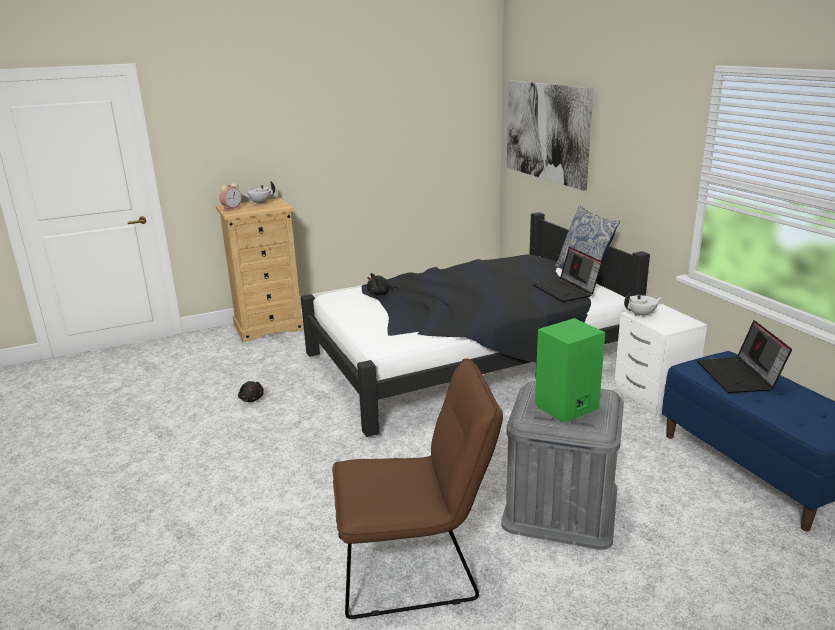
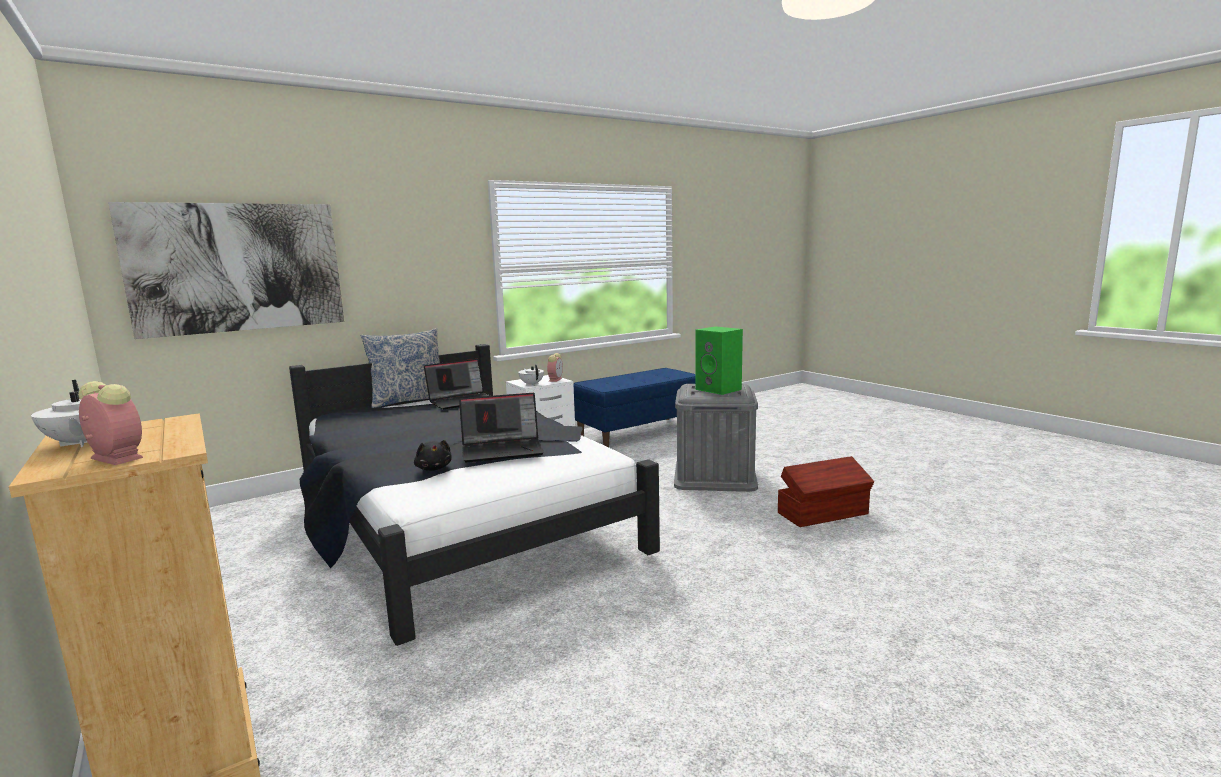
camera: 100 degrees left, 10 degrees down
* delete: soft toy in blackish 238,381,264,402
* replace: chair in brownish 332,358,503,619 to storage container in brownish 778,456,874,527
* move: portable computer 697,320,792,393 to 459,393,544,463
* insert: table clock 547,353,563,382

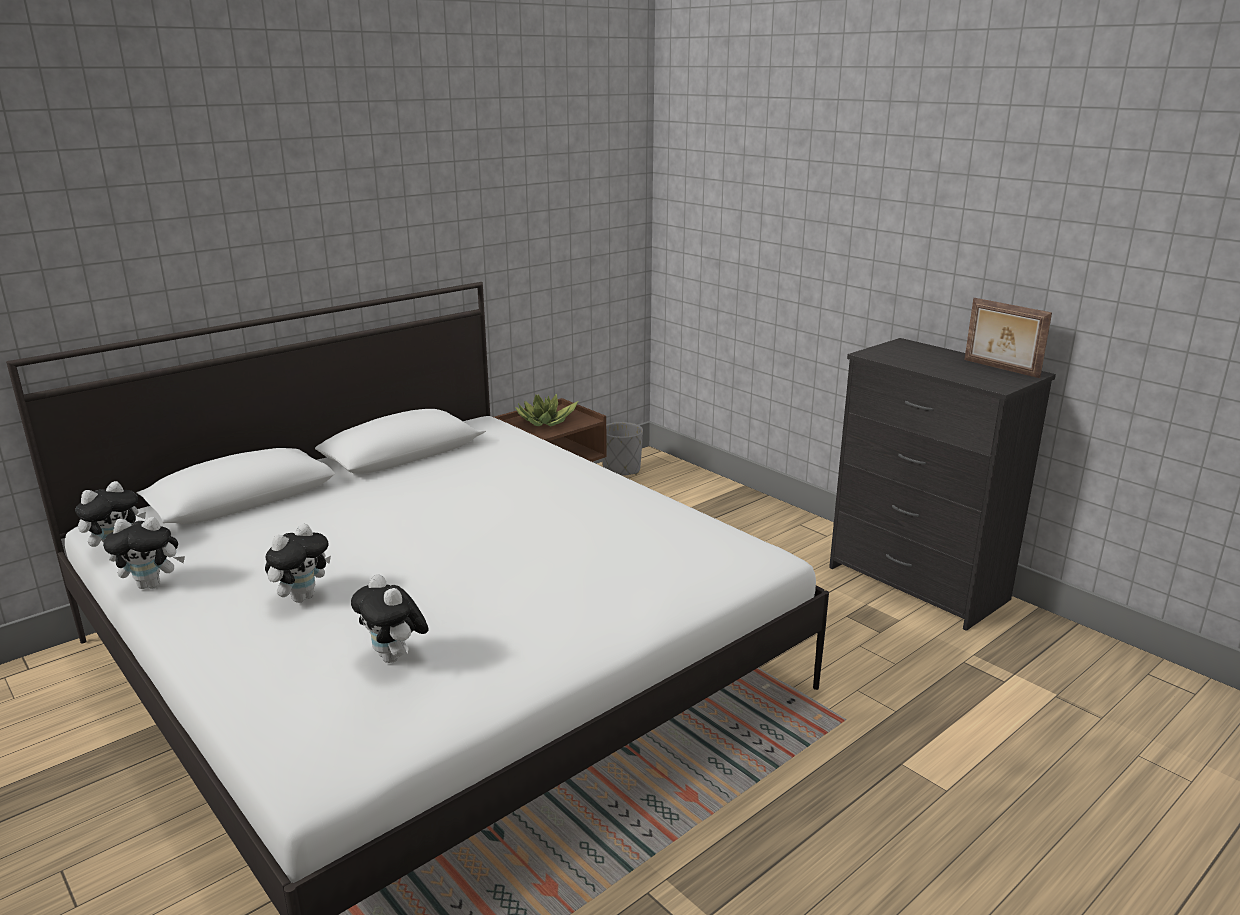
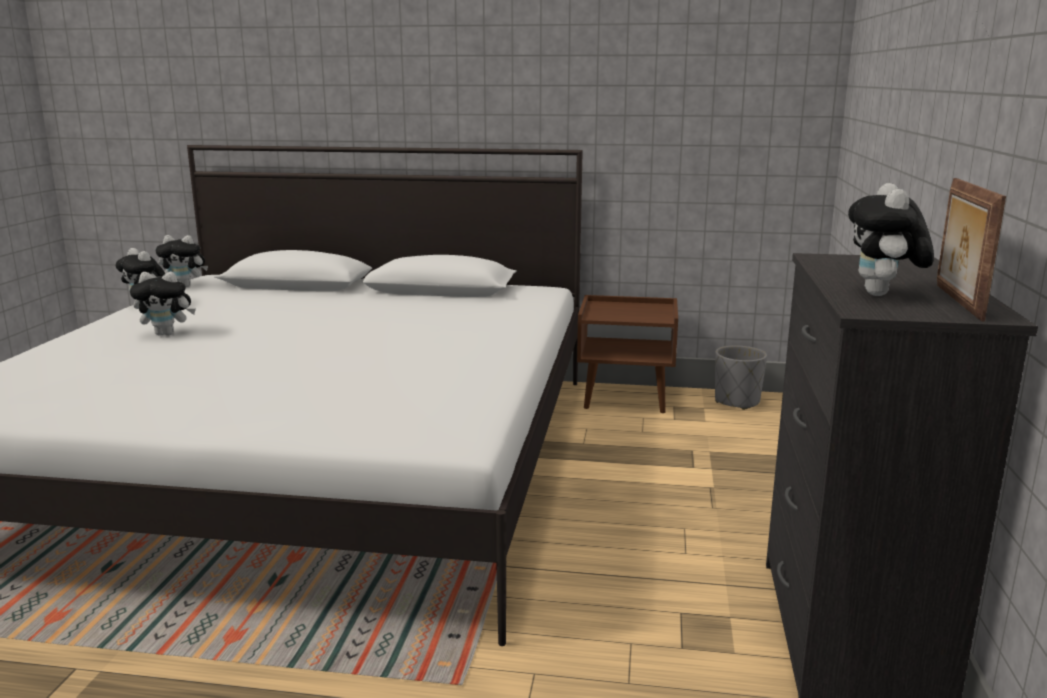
camera: 50 degrees right, 5 degrees down
* move: soft toy 351,574,429,663 to 848,183,934,296
* delete: houseplant 515,394,578,426

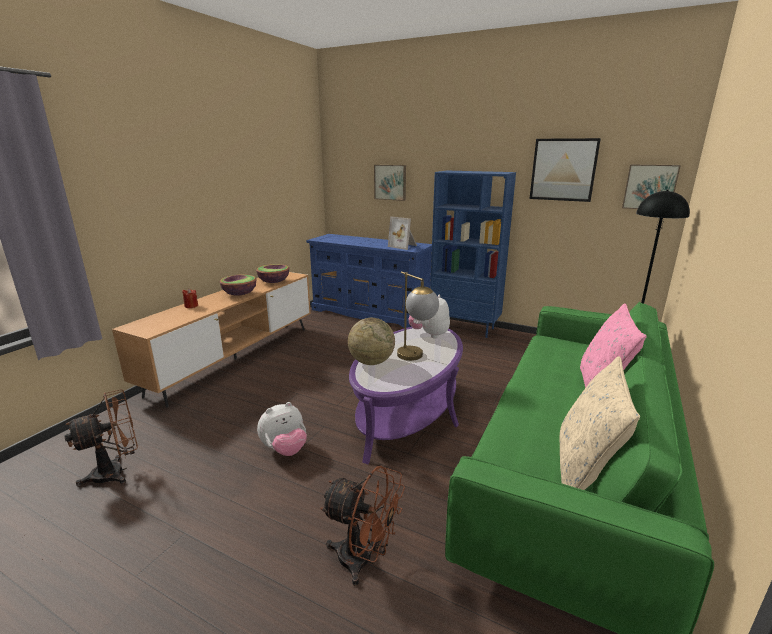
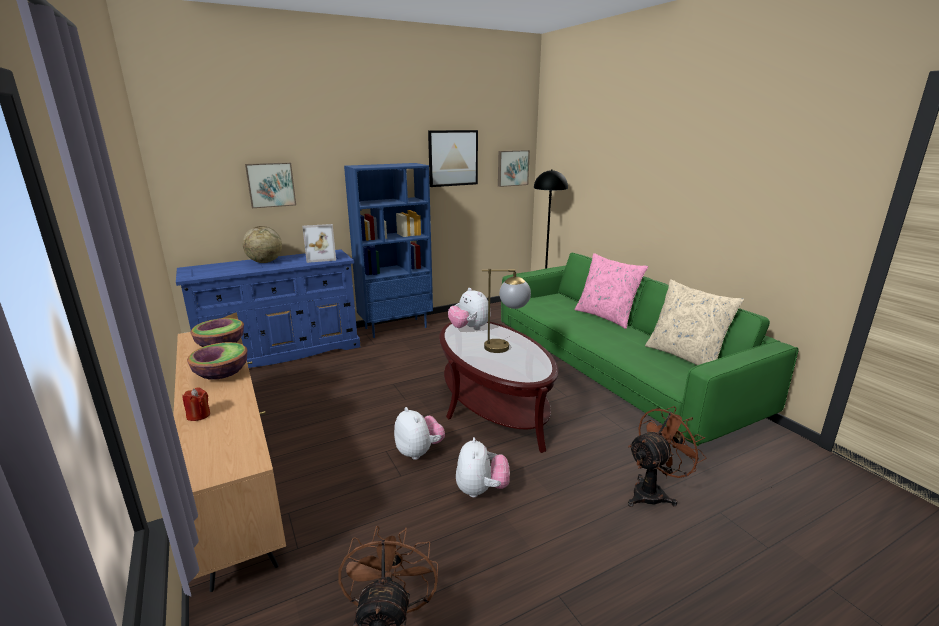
camera: 55 degrees left, 0 degrees up
* move: world globe 348,318,395,365 to 242,226,282,263
* recolor: coffee table in purplish 349,327,463,464 to coffee table in brownish 439,322,559,453
* insert: soft toy 394,407,445,460

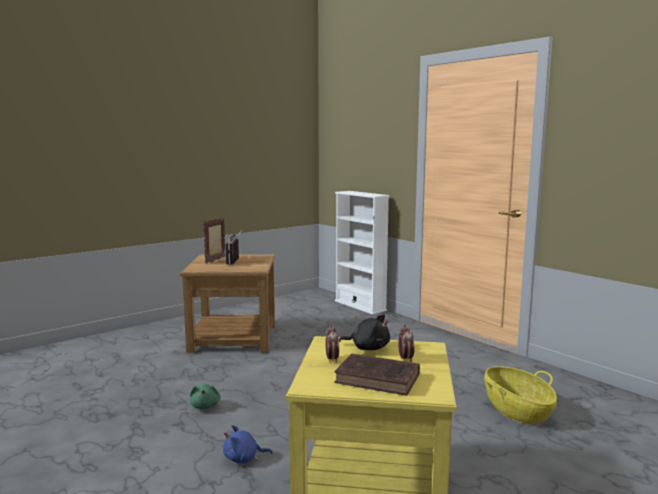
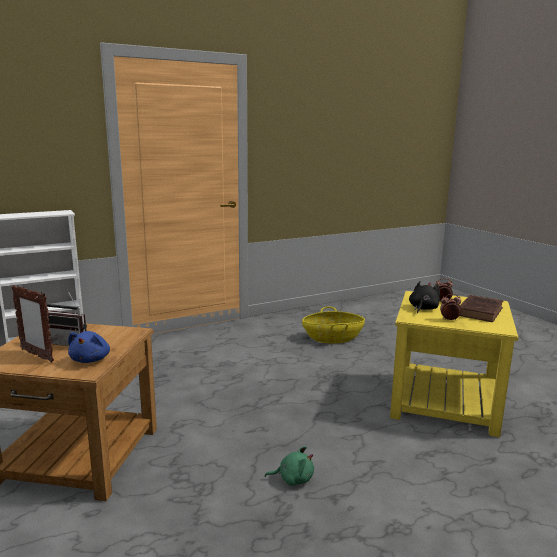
camera: 80 degrees left, 5 degrees up
* move: soft toy in blue-coloured 223,425,273,463 to 68,331,110,363

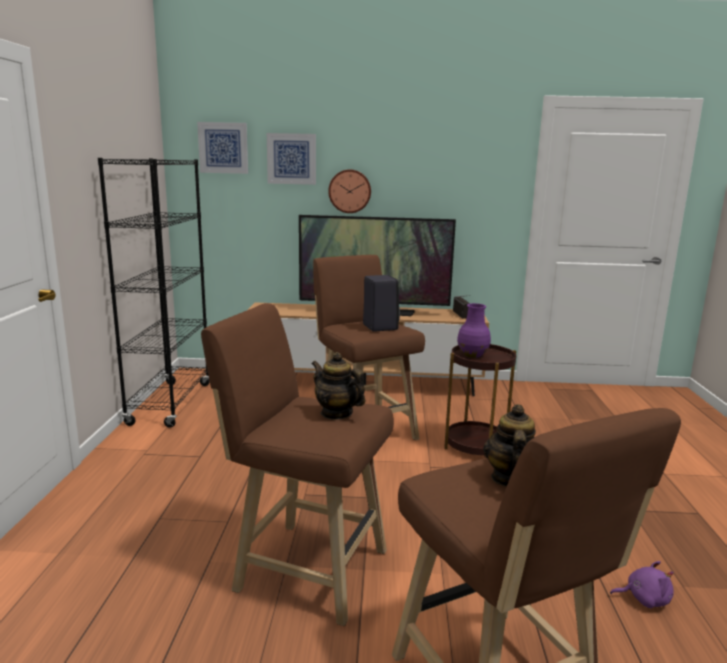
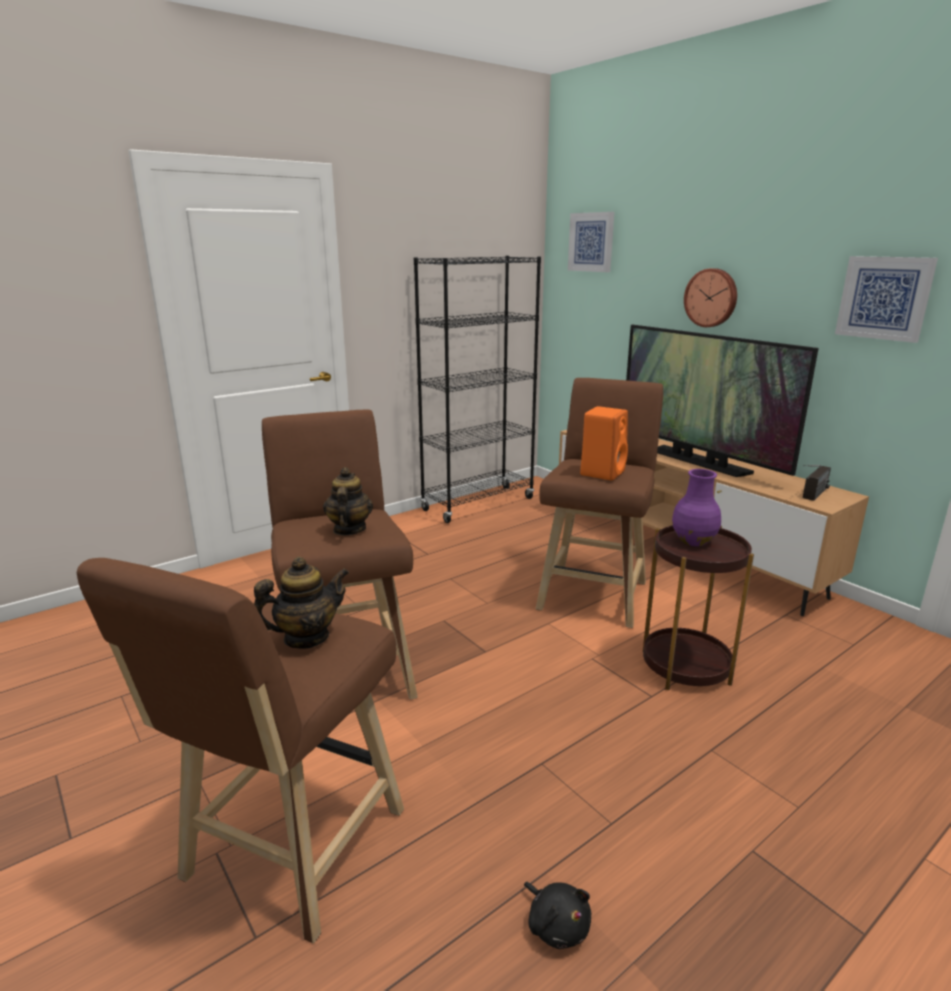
camera: 50 degrees right, 5 degrees up
* move: wall picture 267,133,316,185 to 835,256,938,343
* recolor: speaker in blackish 363,275,400,332 to speaker in orange-coloured 580,406,628,481
* recolor: soft toy in purplish 610,561,674,608 to soft toy in blackish 524,882,591,949

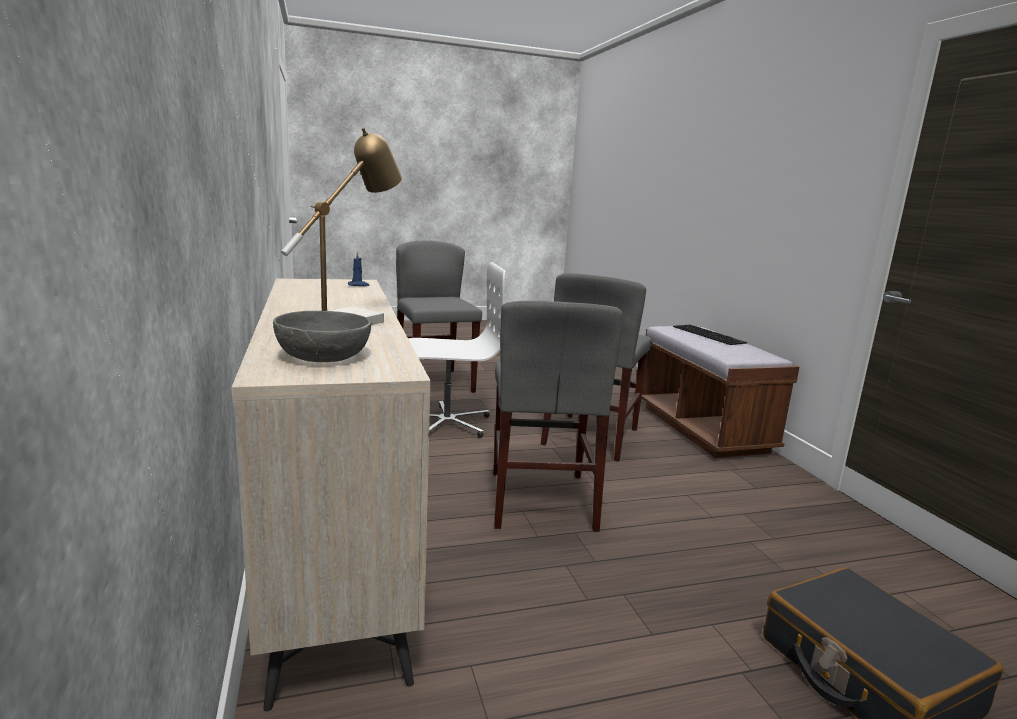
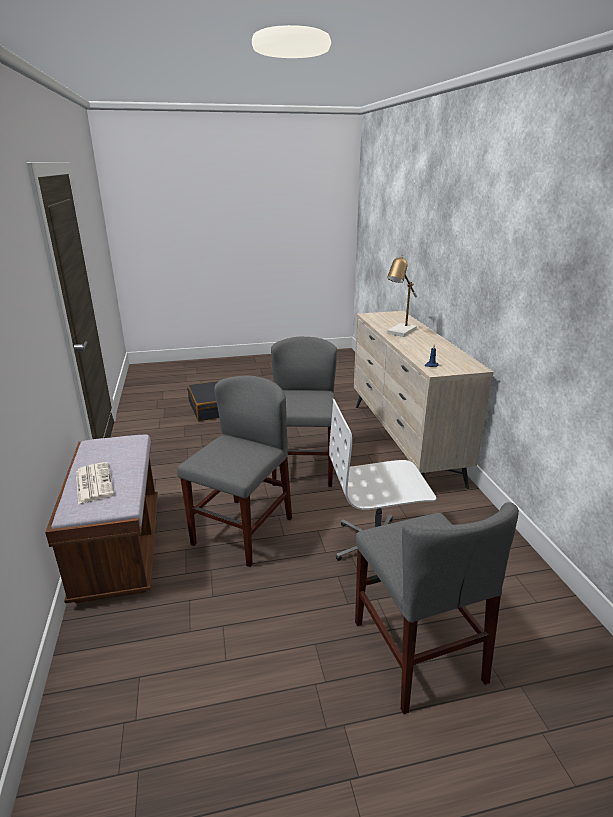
camera: 175 degrees left, 10 degrees up
* delete: deep dish in greyish 273,311,371,362
* replace: computer keyboard 673,325,747,345 to daily paper 76,462,114,504

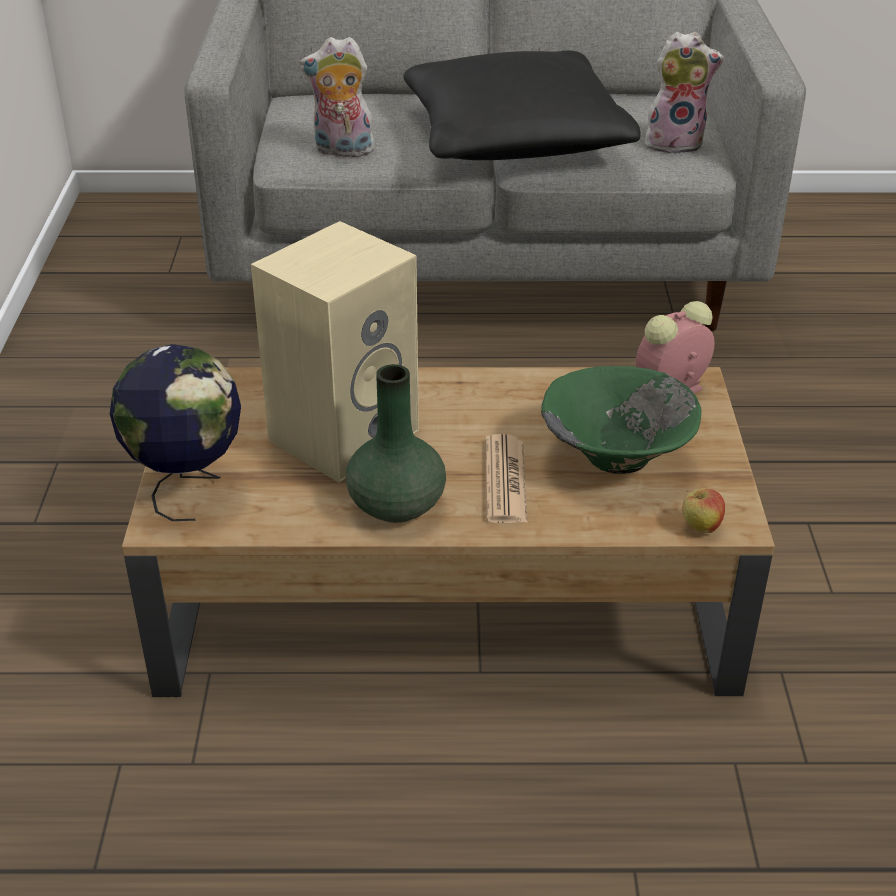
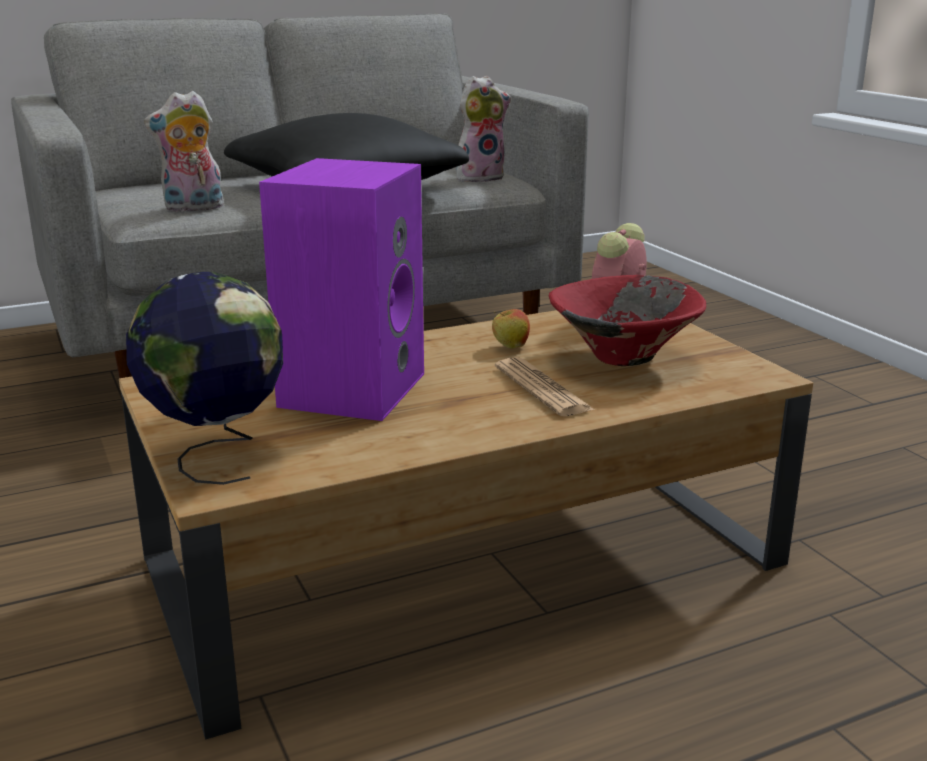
camera: 25 degrees left, 15 degrees down
* recolor: speaker in sand-coloured 251,221,419,483 to speaker in purplish 259,158,424,421
* delete: decorative vase in green 346,364,446,523
* recolor: deep dish in green 541,366,702,474 to deep dish in red-coloured 549,275,706,366
* move: apple 682,488,725,533 to 492,309,530,349

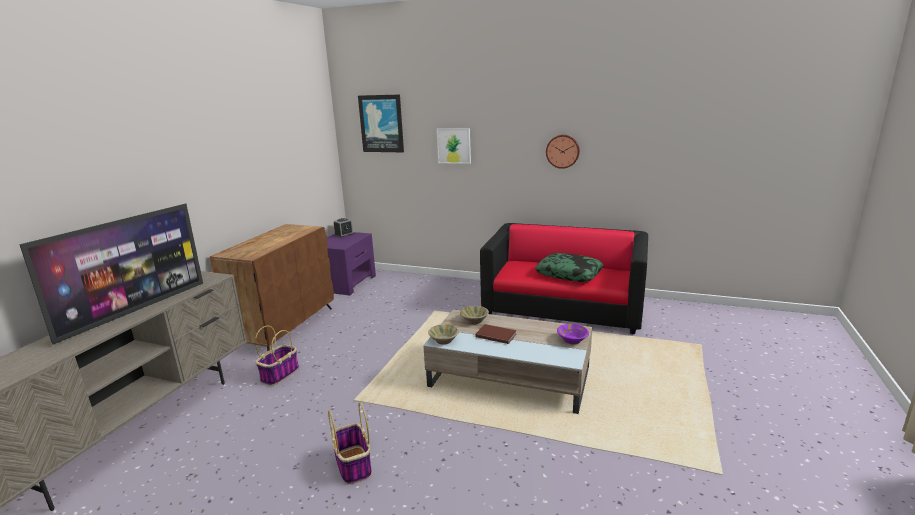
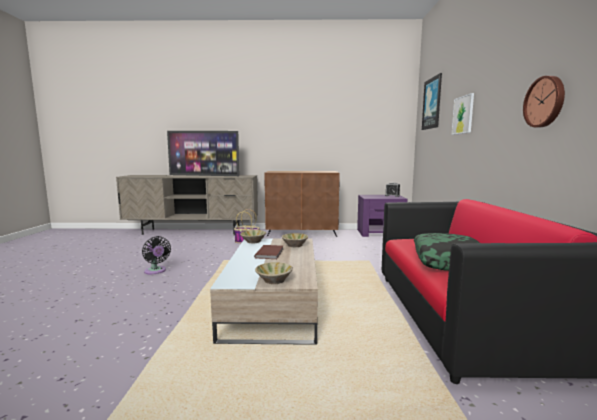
camera: 70 degrees right, 10 degrees down
* replace: basket 328,402,372,484 to electric fan in blackish 142,236,171,275
* recolor: deep dish in purplish 557,324,589,344 to deep dish in sand-coloured 255,262,293,284

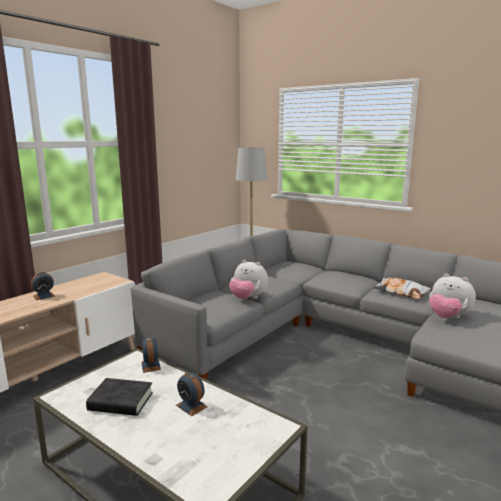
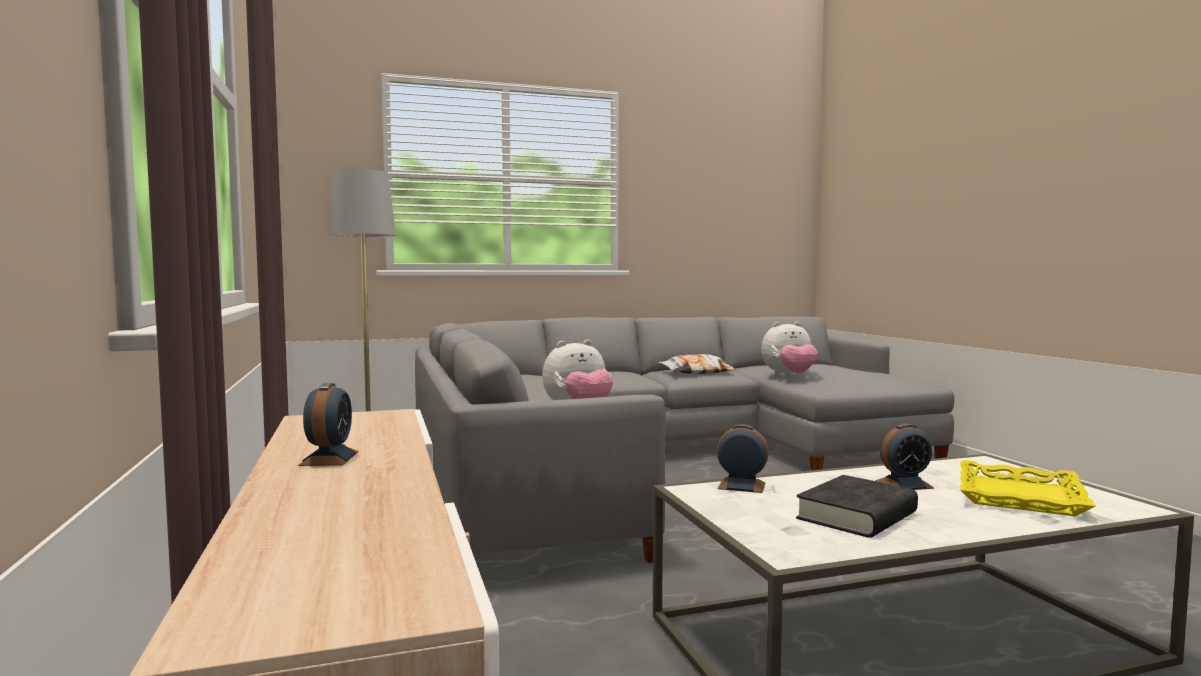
camera: 55 degrees left, 10 degrees down
* insert: serving tray in yellow-coloured 960,460,1096,517

